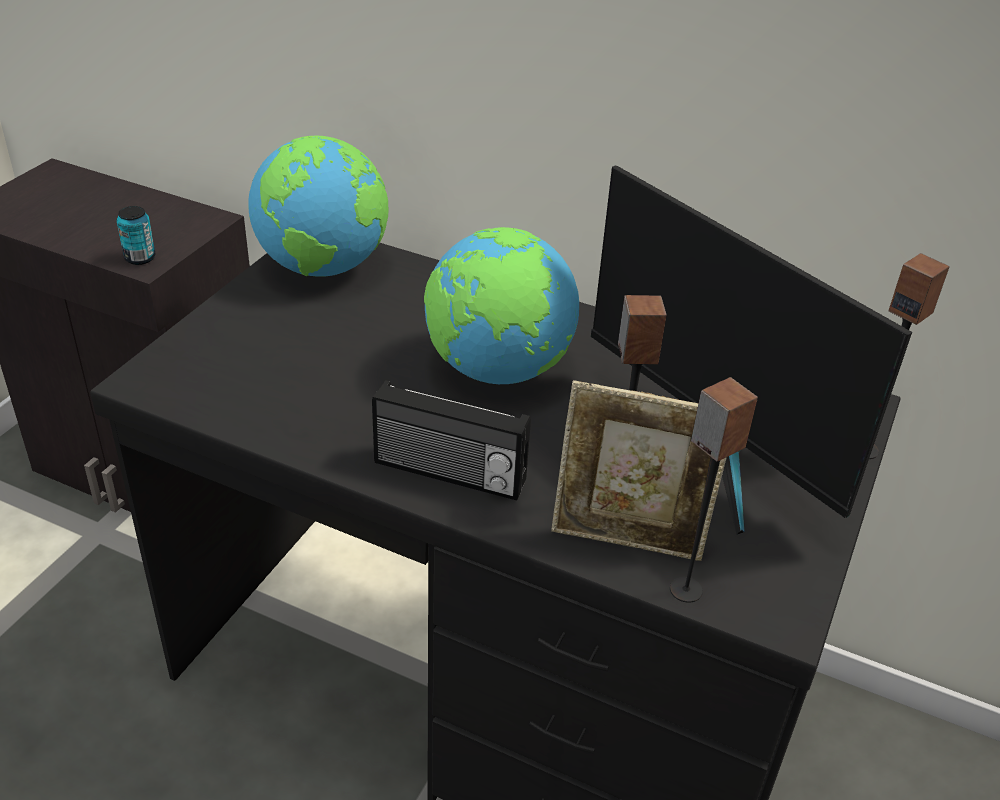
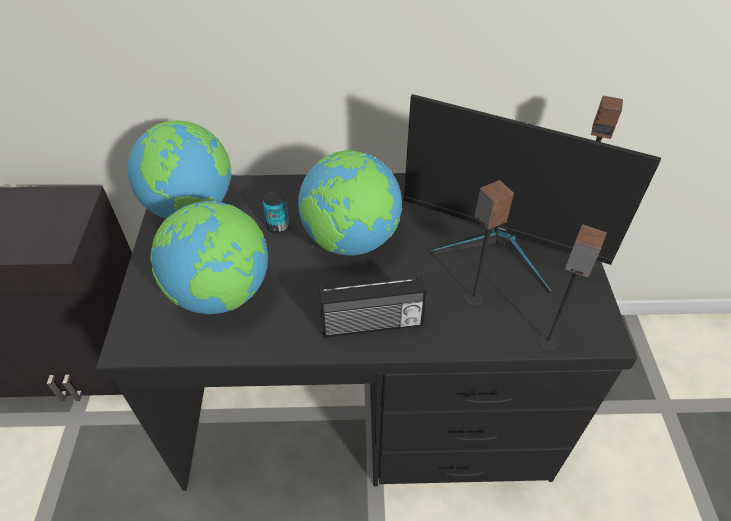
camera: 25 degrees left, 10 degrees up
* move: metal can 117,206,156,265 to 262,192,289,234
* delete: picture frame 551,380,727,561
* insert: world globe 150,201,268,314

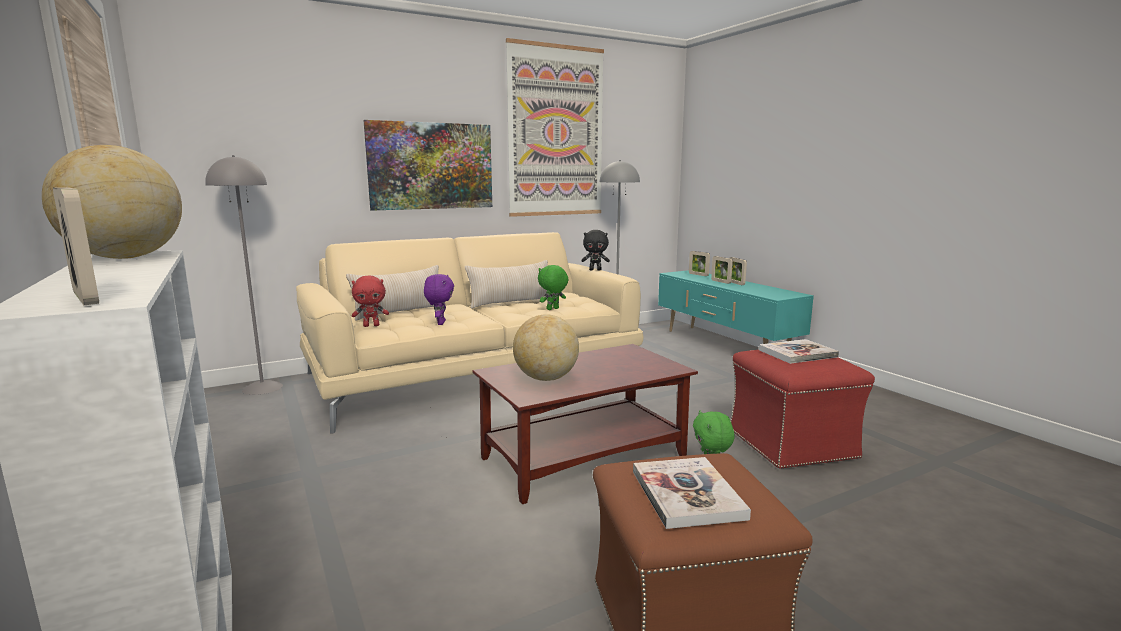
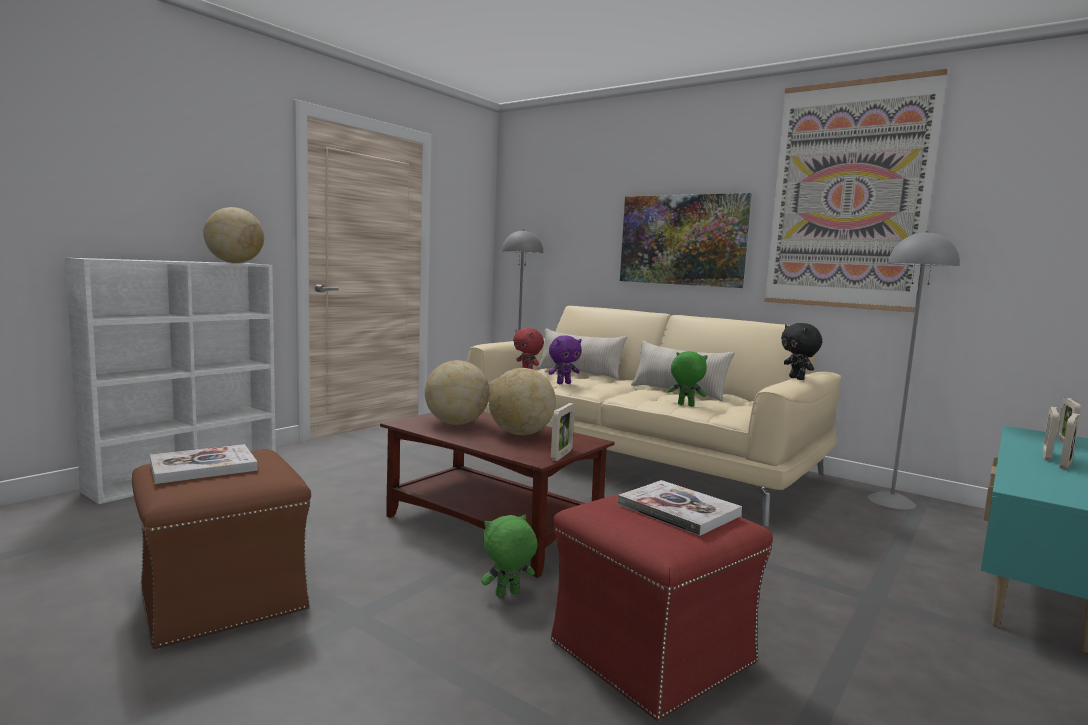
camera: 65 degrees right, 5 degrees down
* move: picture frame 53,187,99,305 to 551,403,575,461
* insert: world globe 489,368,556,435

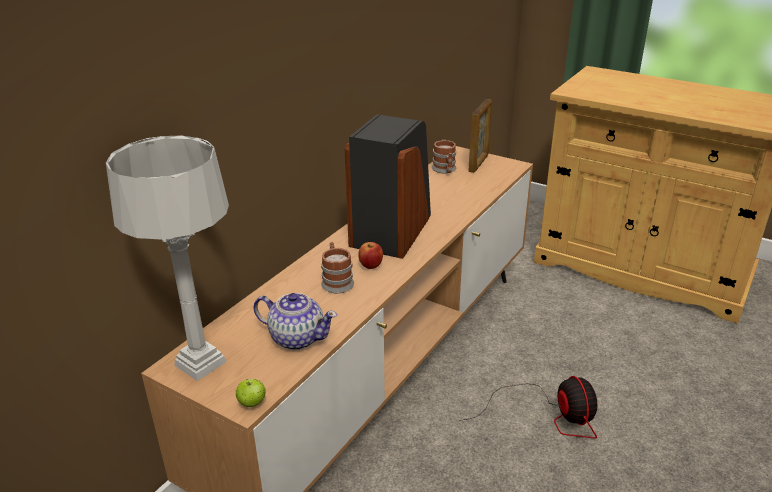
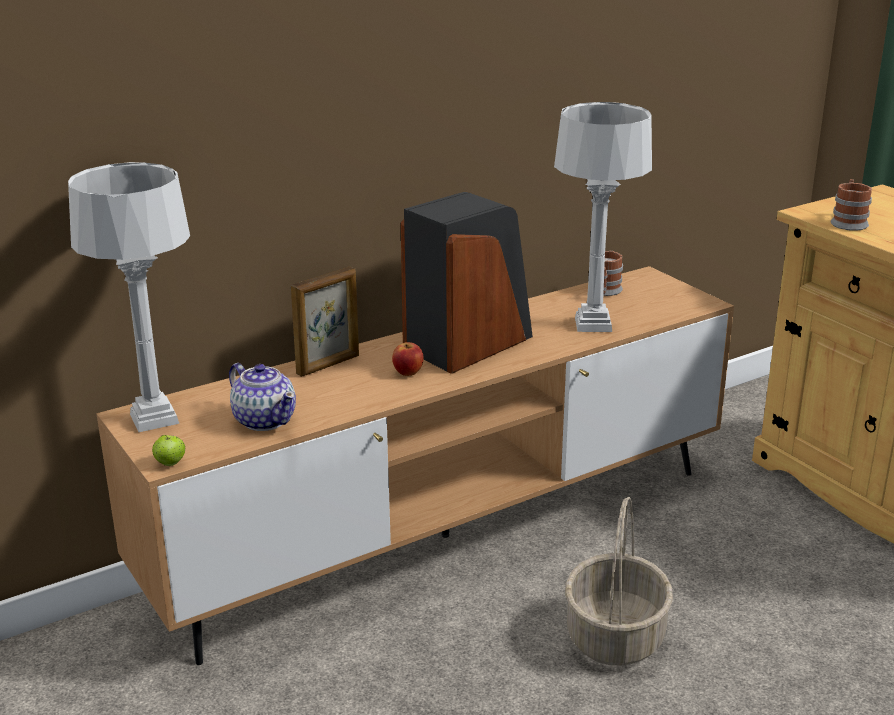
camera: 25 degrees right, 5 degrees down
* move: tea mug 321,242,354,293 to 831,179,872,231
* replace: electric fan 459,376,597,438 to basket 565,497,673,666
* move: picture frame 468,99,492,173 to 291,267,359,377
* insert: lamp for a table in greyish 554,102,652,332

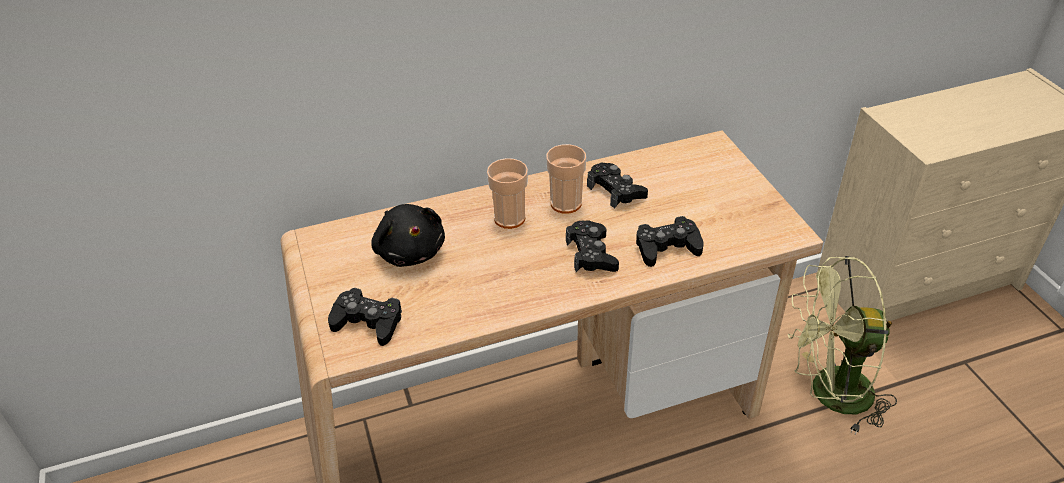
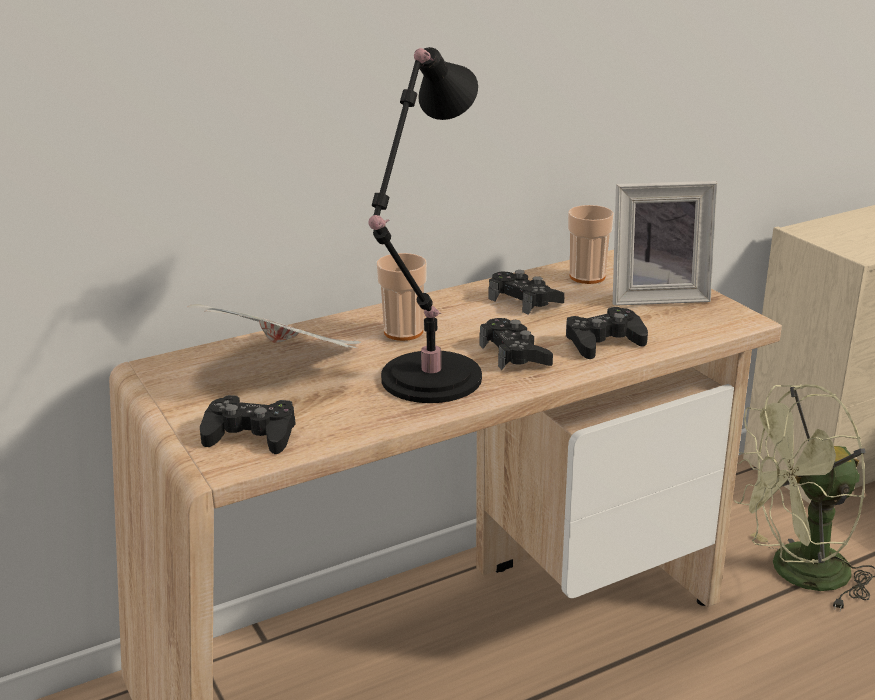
camera: 10 degrees left, 15 degrees down
* replace: soft toy in blackish 371,204,445,267 to daily paper 187,304,361,348
* move: drinking cup 546,144,586,214 to 568,205,614,284
* insert: lamp for a table in blackish 369,47,482,403
* insert: picture frame 613,181,718,306

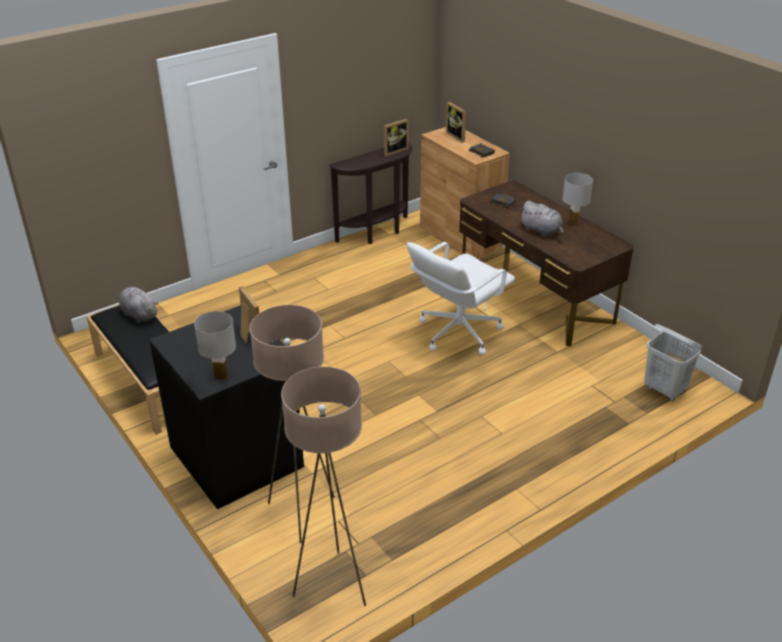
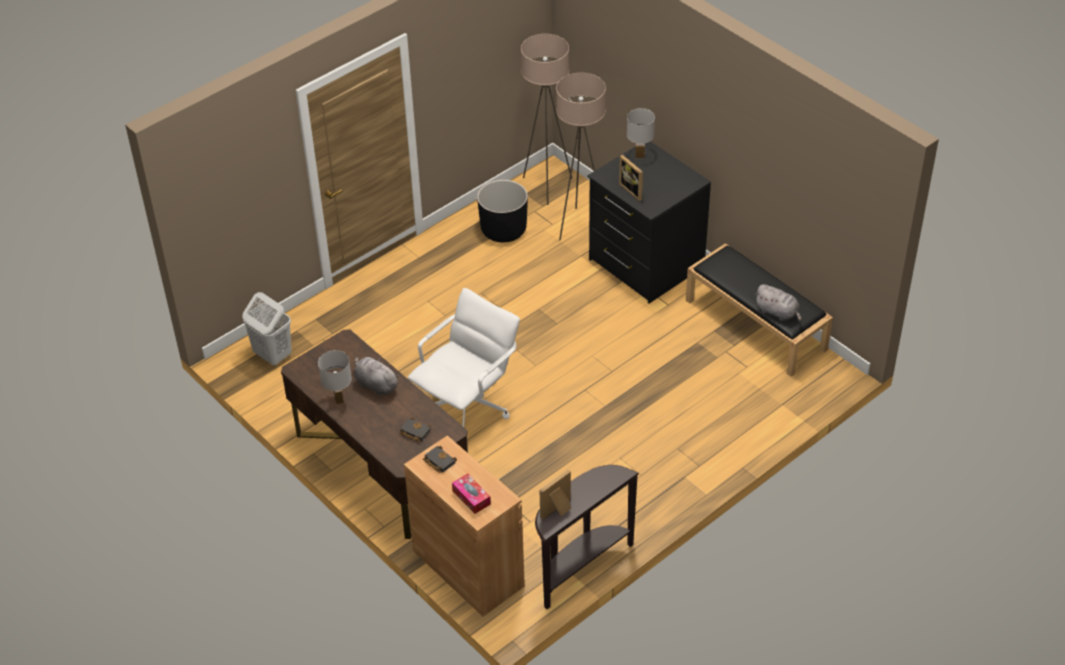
camera: 175 degrees right, 10 degrees up
* replace: picture frame 446,102,466,143 to box of tissues 452,473,491,514
* insert: plant pot in blackish 477,180,528,243

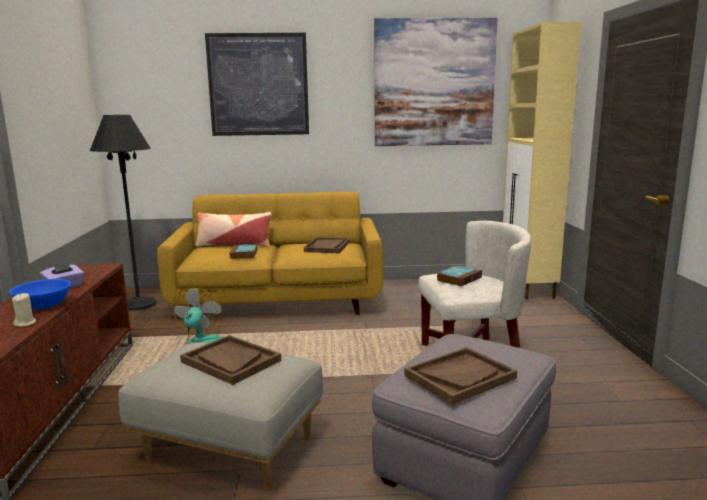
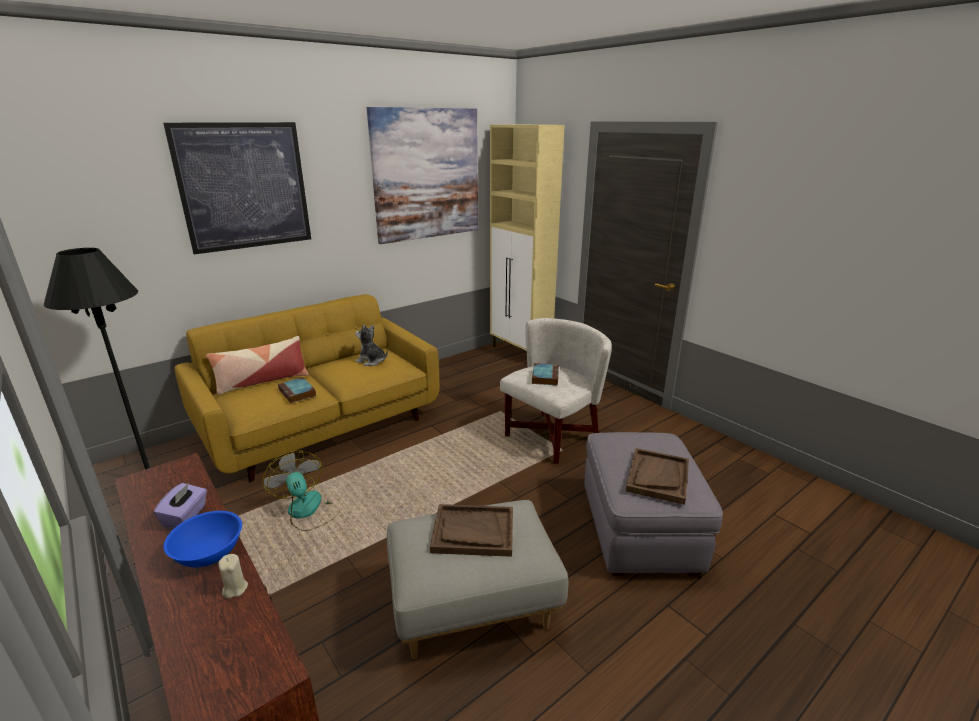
camera: 35 degrees left, 10 degrees up
* replace: serving tray in brownish 304,237,350,253 to soft toy 355,324,388,366

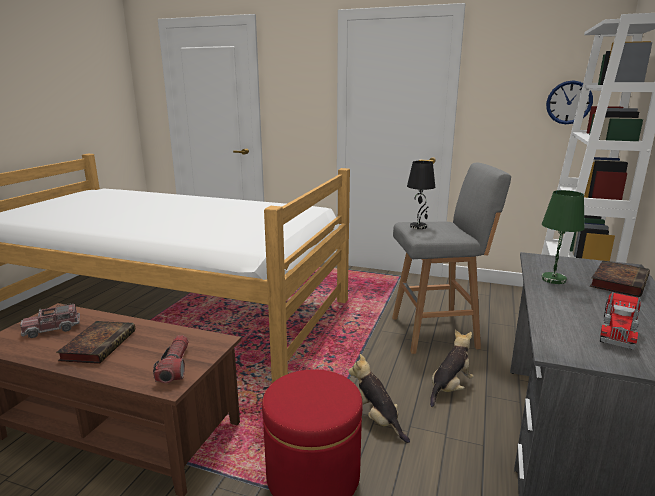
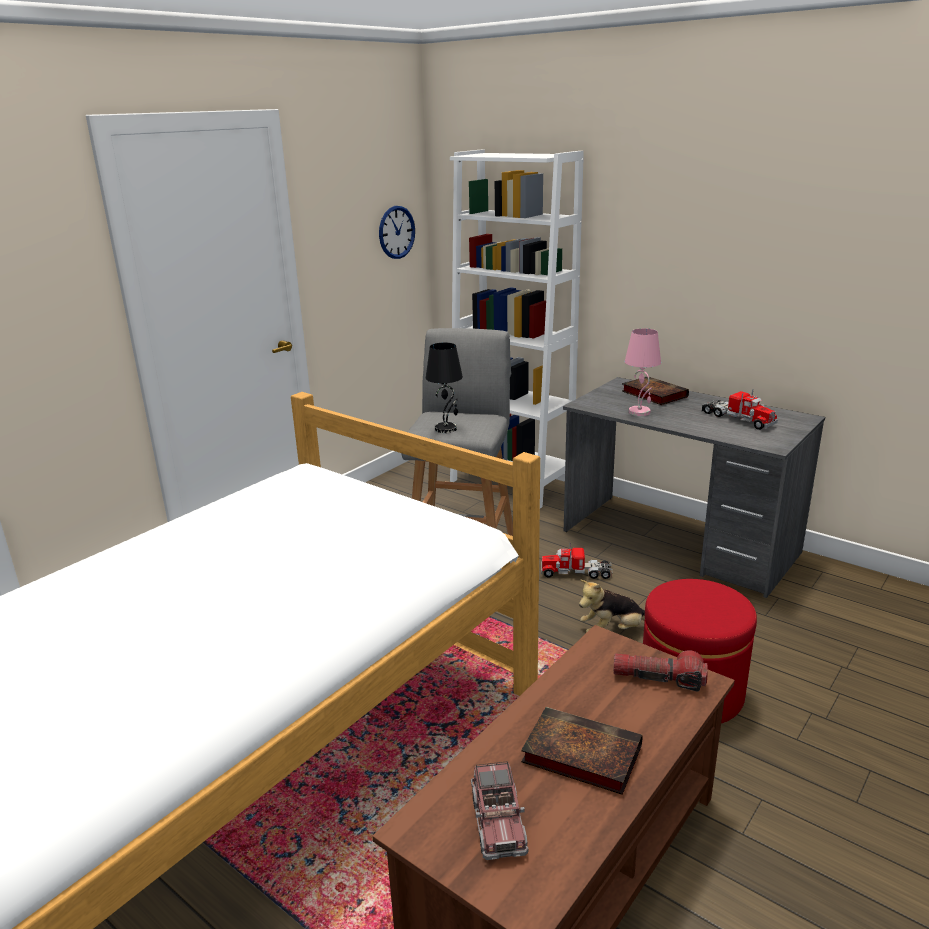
camera: 70 degrees left, 5 degrees up
* replace: soft toy 430,330,474,407 to toy lorry 541,543,613,579
* recolor: lamp for a table in green 541,190,585,284 to lamp for a table in pink-coloured 625,328,661,416

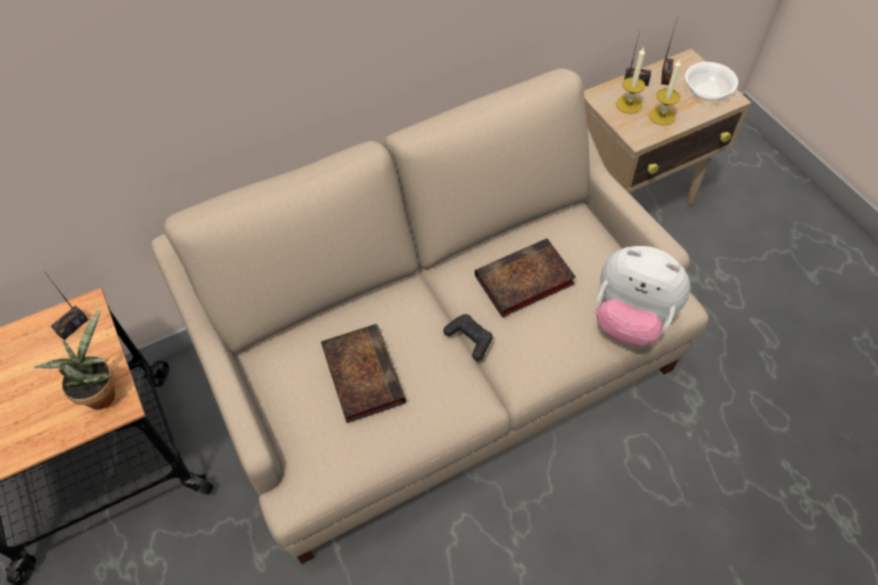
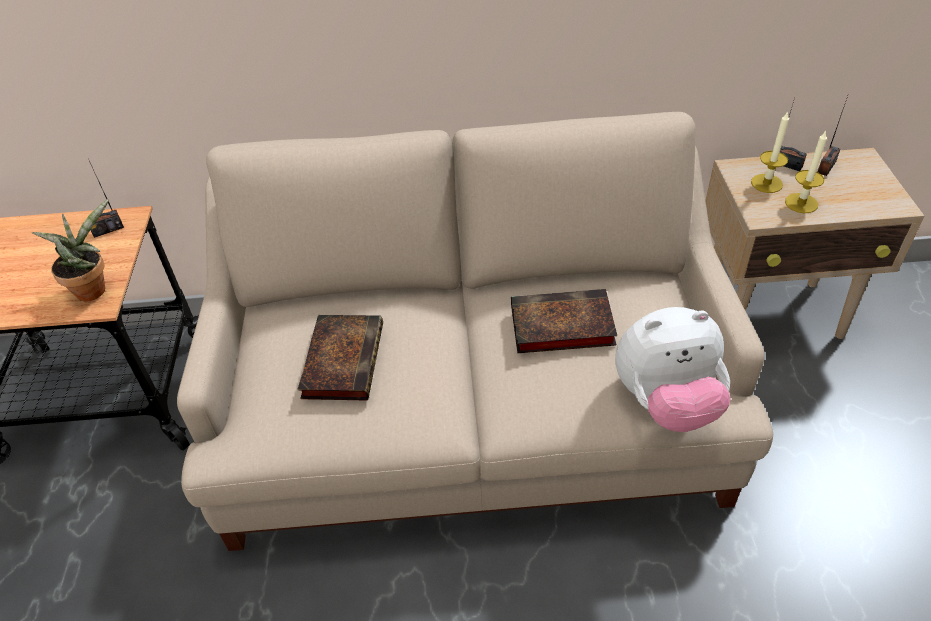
camera: 25 degrees right, 10 degrees down
* delete: game controller in blackish 443,314,493,361
* rotate: soft toy 597,246,690,346 = 615,307,731,432 60 degrees counterclockwise
* delete: deep dish 685,62,738,100

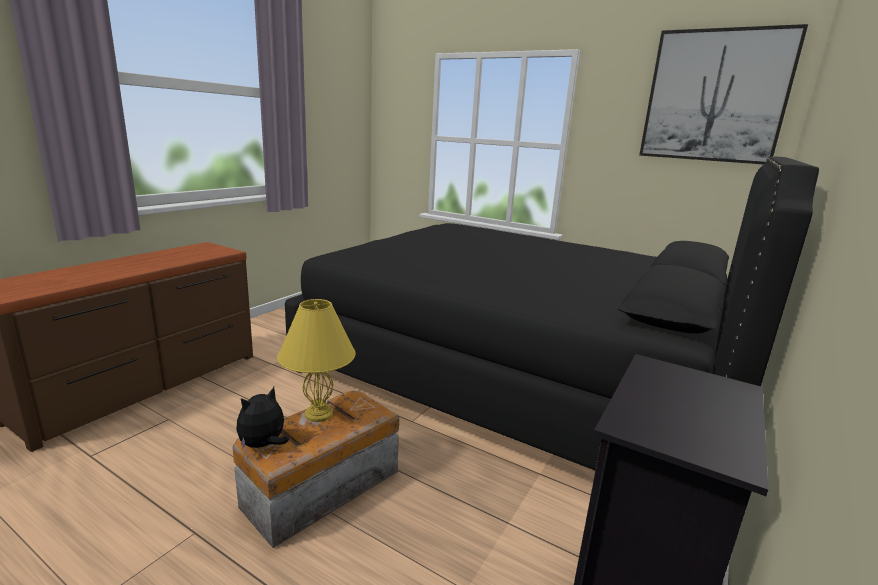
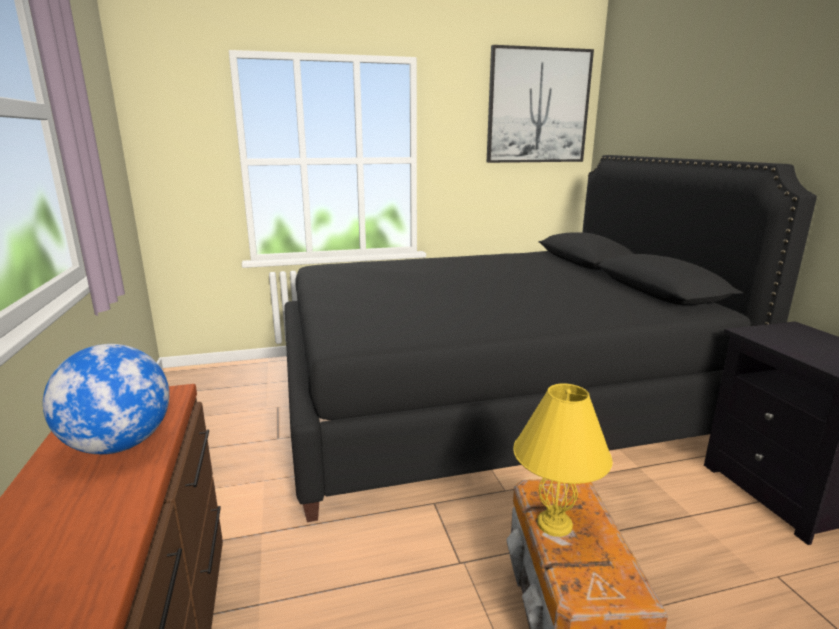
camera: 45 degrees left, 0 degrees up
* delete: soft toy 236,387,289,449
* insert: world globe 43,344,169,454

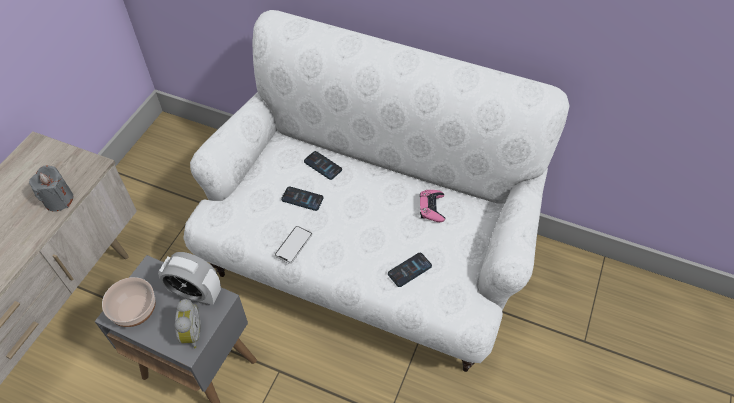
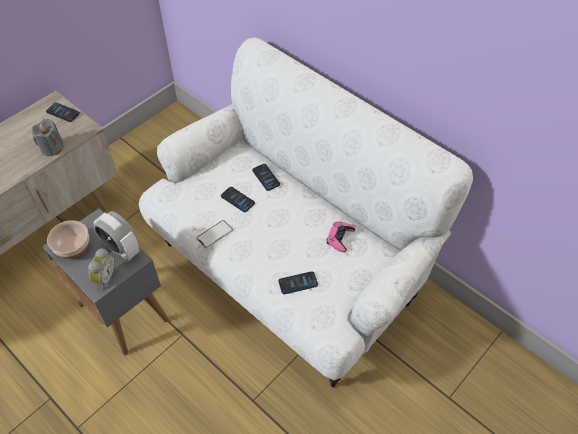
camera: 20 degrees right, 0 degrees up
* insert: handset 46,103,80,122

